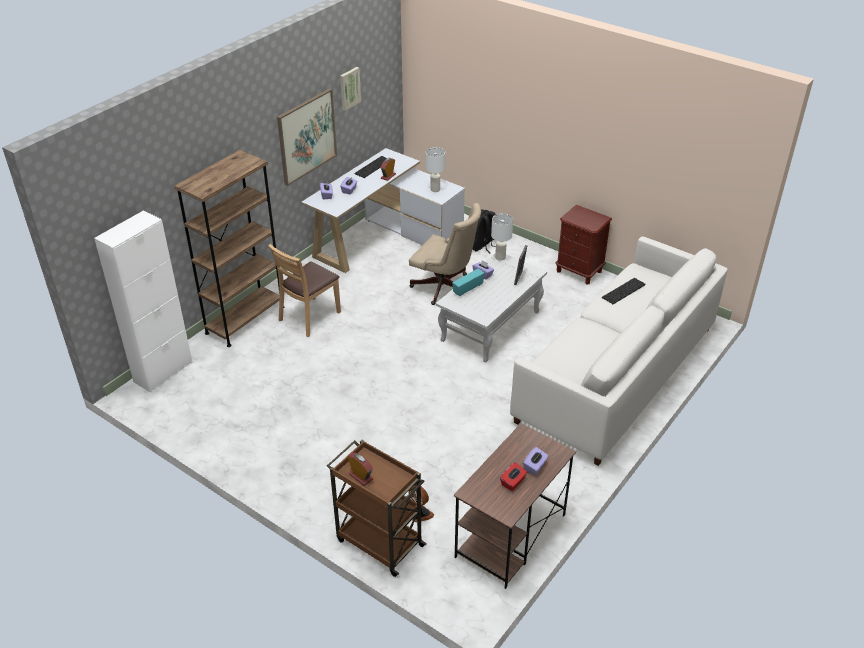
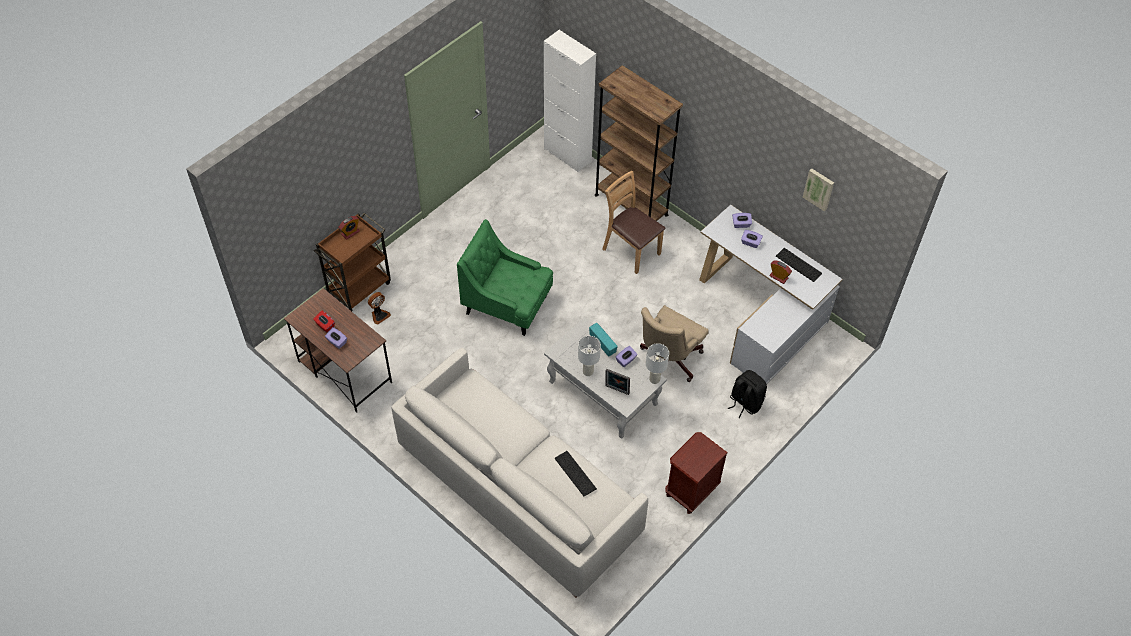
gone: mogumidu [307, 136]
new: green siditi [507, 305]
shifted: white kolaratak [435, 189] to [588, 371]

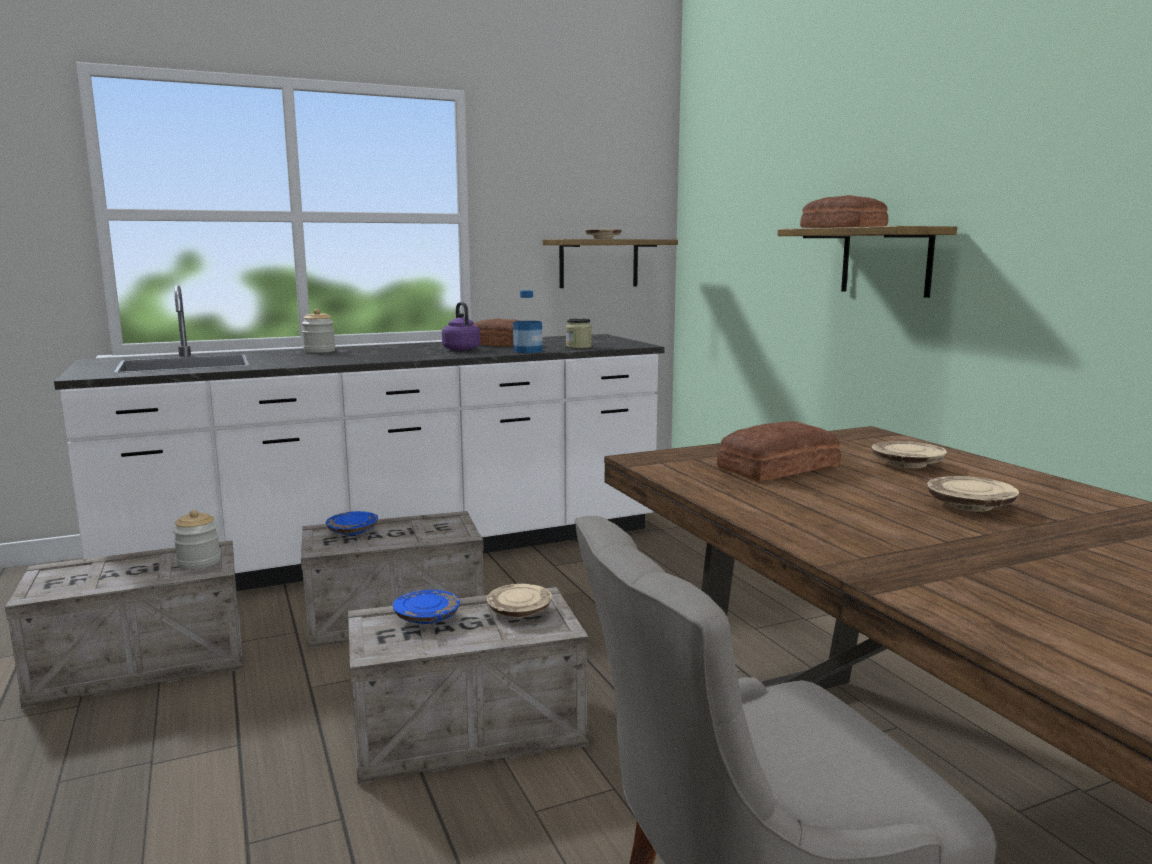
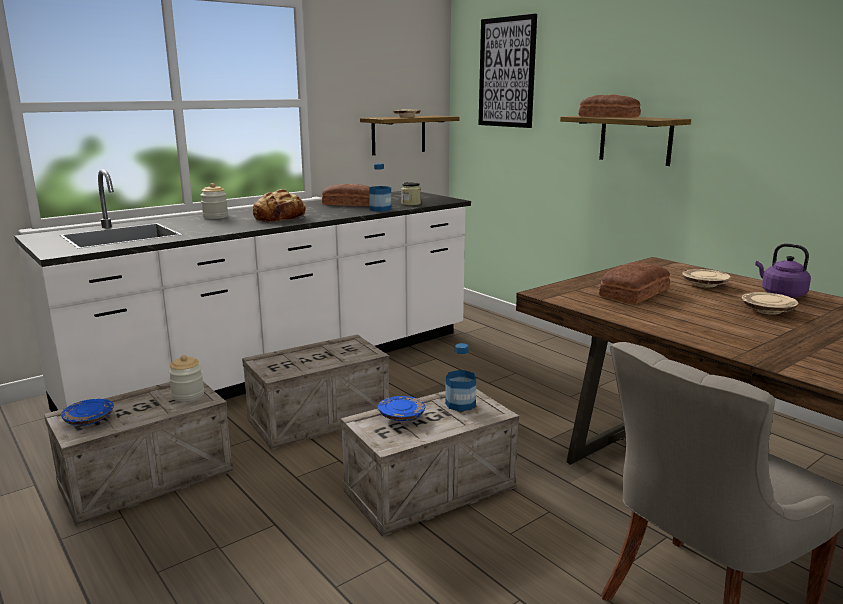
new: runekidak [280, 218]; mogumidu [507, 72]
shifted: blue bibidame [353, 531] to [89, 419]; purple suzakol [460, 349] to [780, 294]
swapped: beige bibidame [519, 611] to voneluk [460, 404]

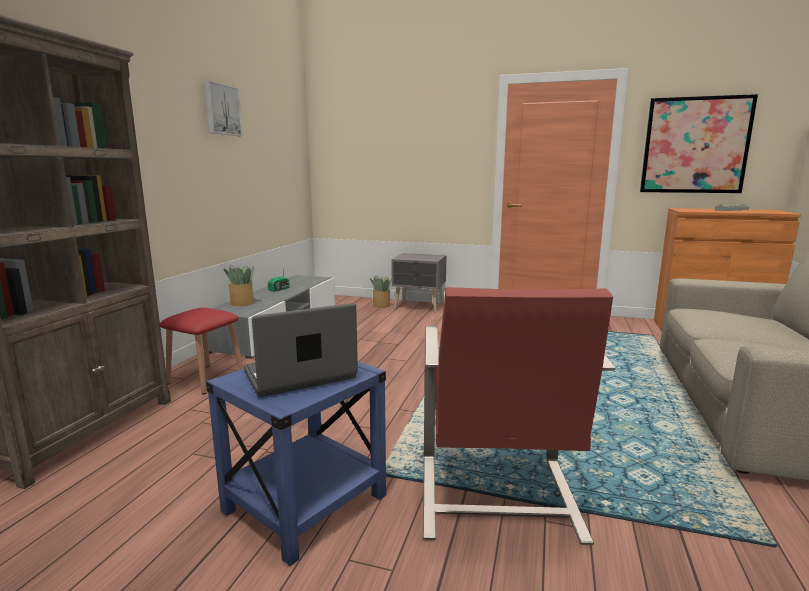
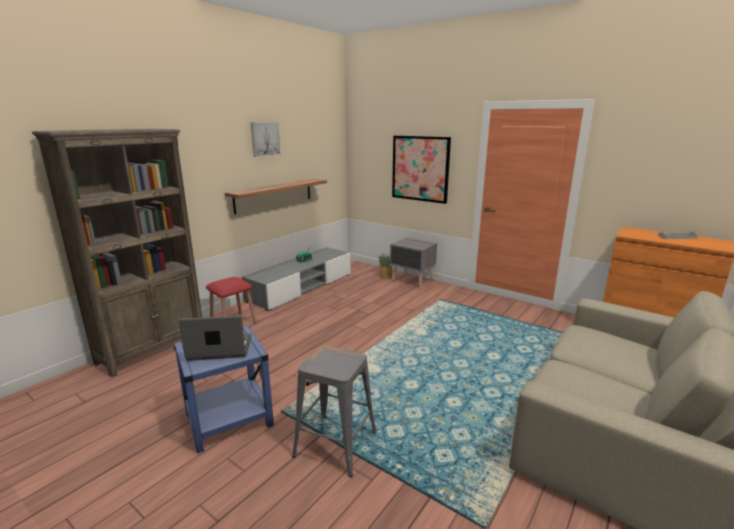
gone: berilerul [242, 303]
new: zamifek [274, 195]
shifted: mogumidu [695, 145] to [420, 168]
swapped: red siditi [497, 498] to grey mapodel [335, 444]

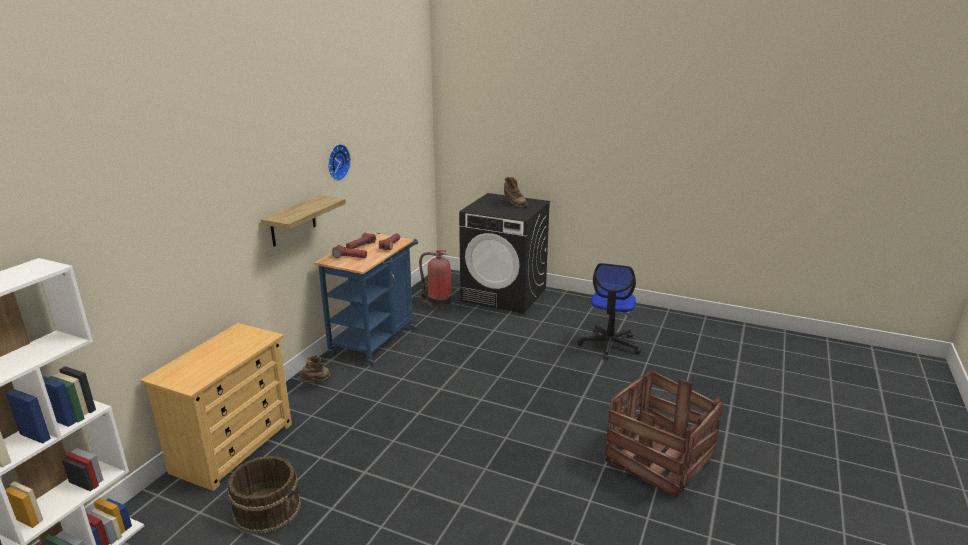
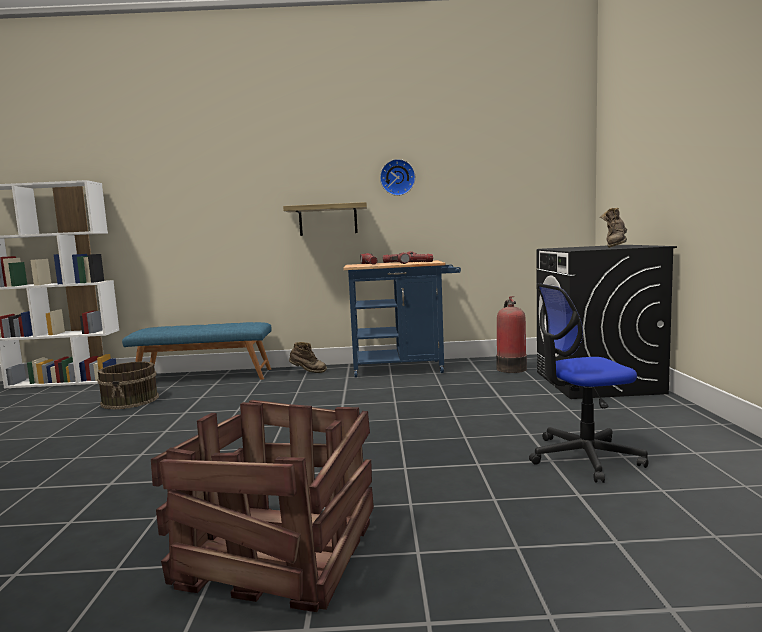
swapped: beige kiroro [234, 447] to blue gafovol [204, 377]

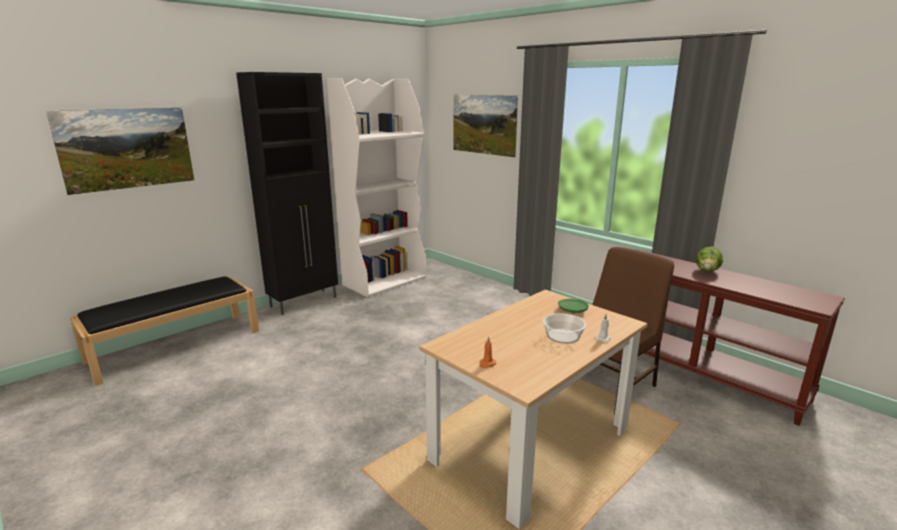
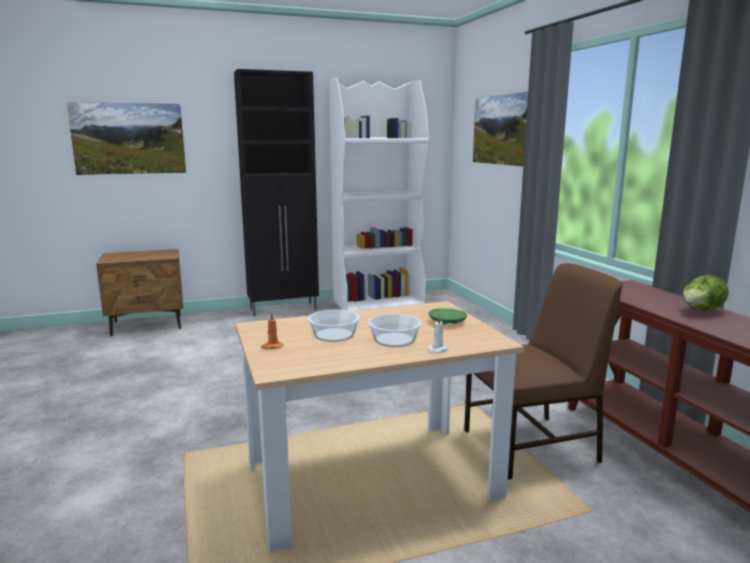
new: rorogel [334, 335]
swapped: black gafovol [176, 345] to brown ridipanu [147, 325]

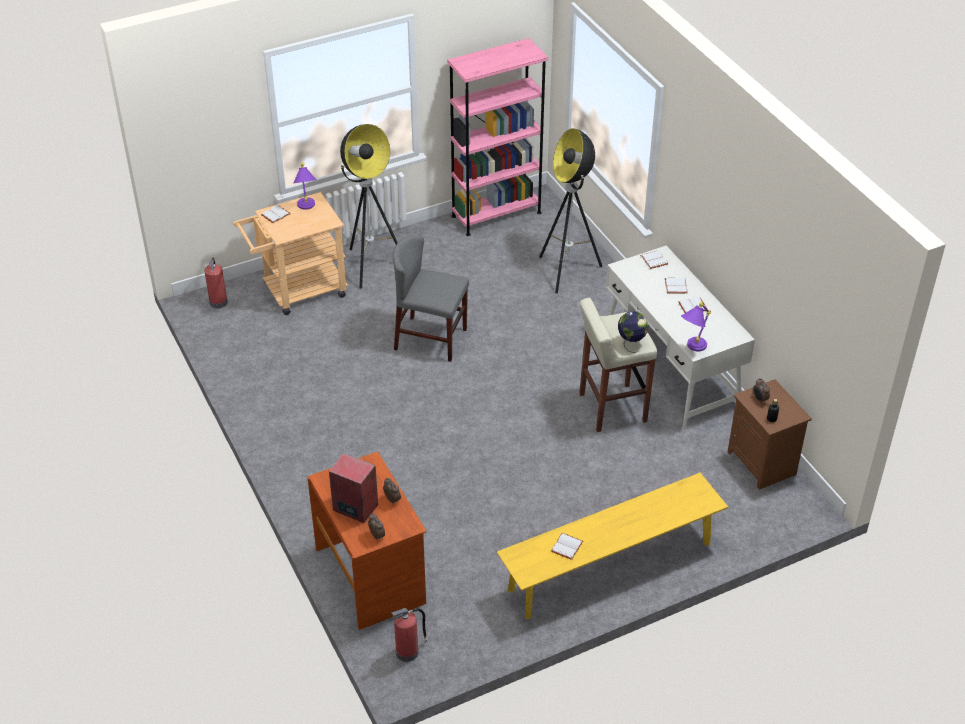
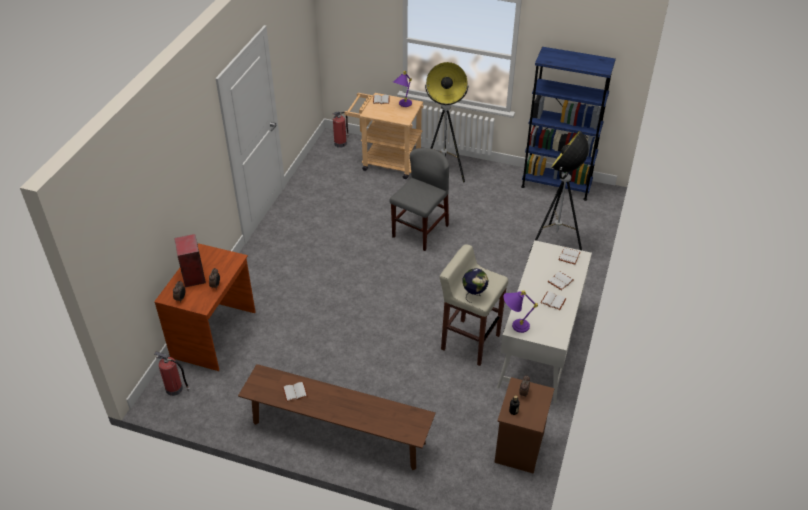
repainted: yellow gafovol [610, 566] to brown gafovol [338, 433]; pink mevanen [496, 214] to blue mevanen [556, 185]
rotated: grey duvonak [431, 339] = [420, 231] 60 degrees clockwise

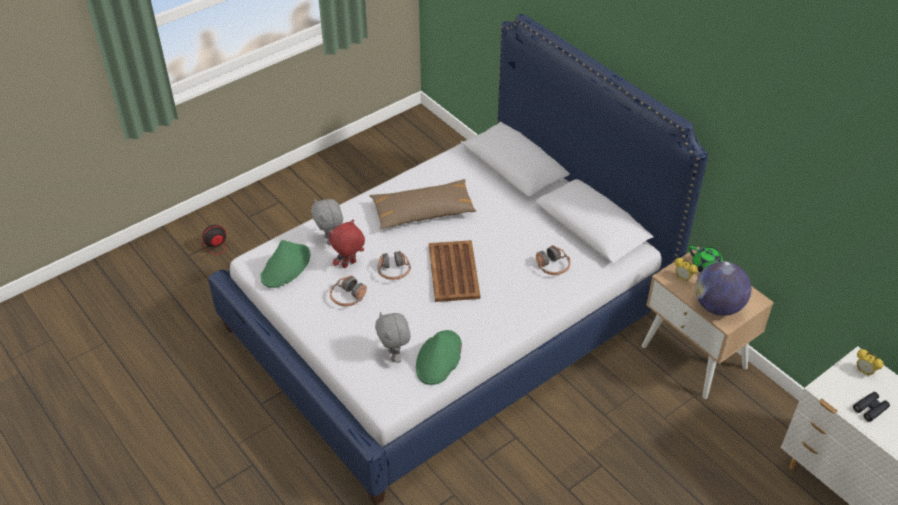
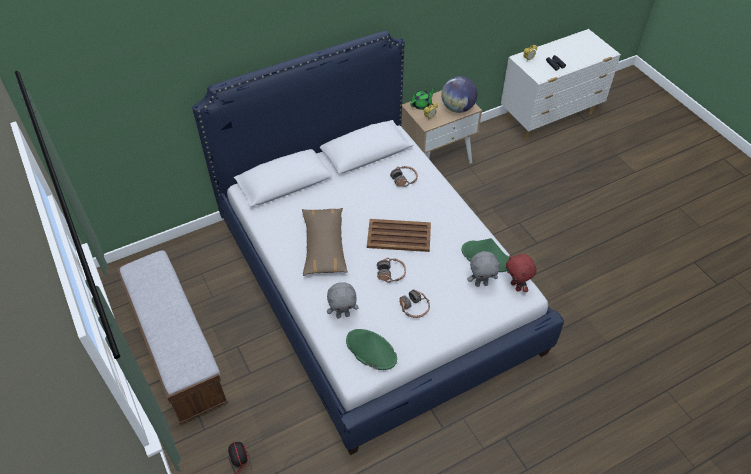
new: gafovol [178, 350]
shifted: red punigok [349, 265] to [516, 286]

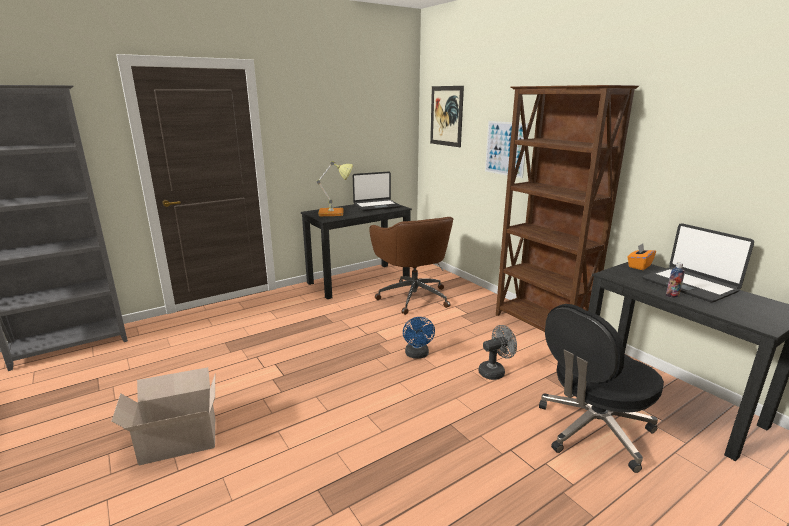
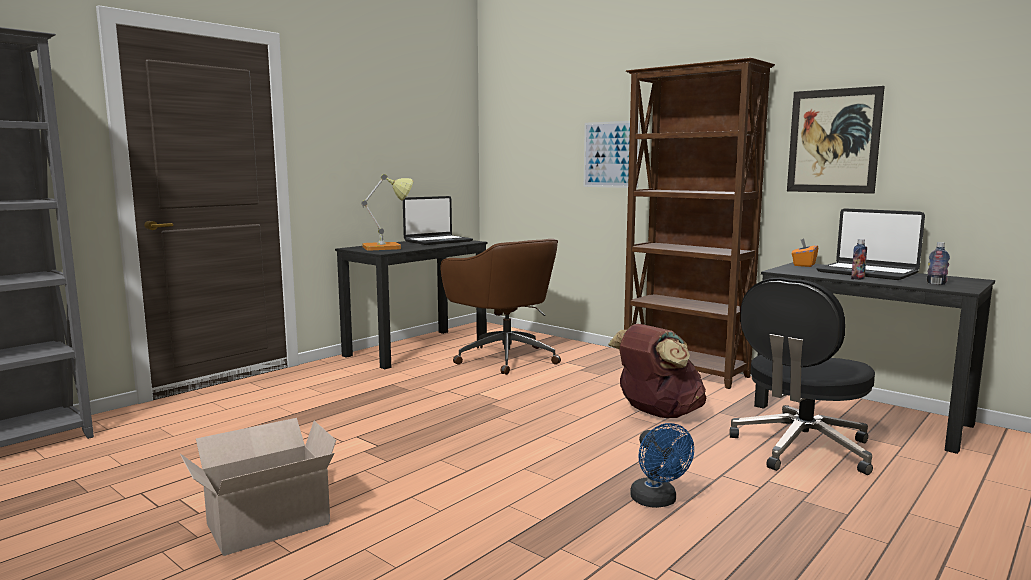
new: voneluk [936, 283]
shifted: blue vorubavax [417, 355] to [657, 501]; mogumidu [446, 116] to [833, 141]
swapped: grey vorubavax [495, 371] to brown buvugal [657, 413]

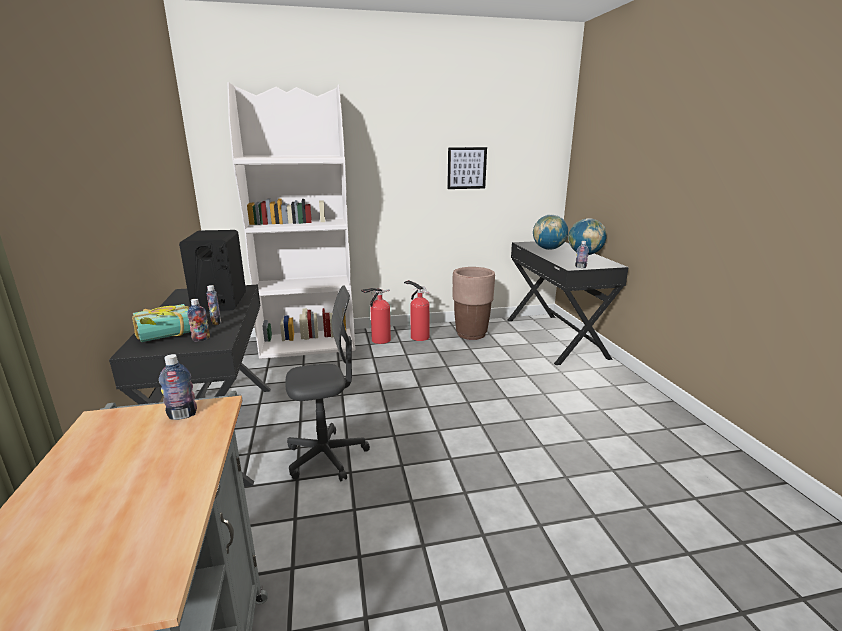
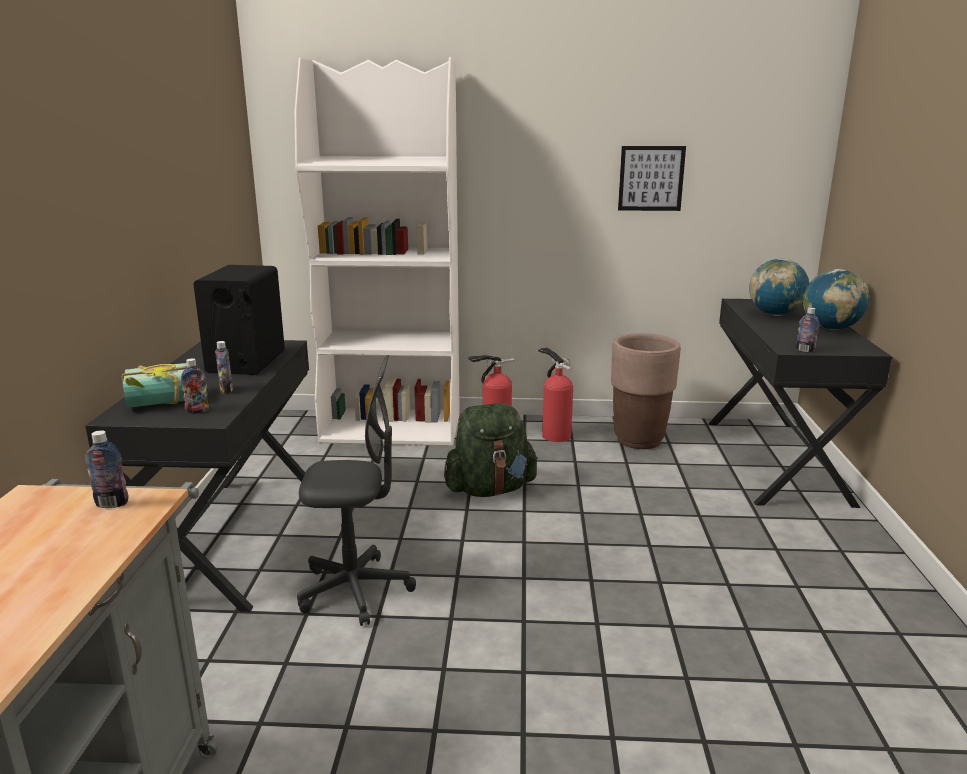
new: green buvugal [490, 489]

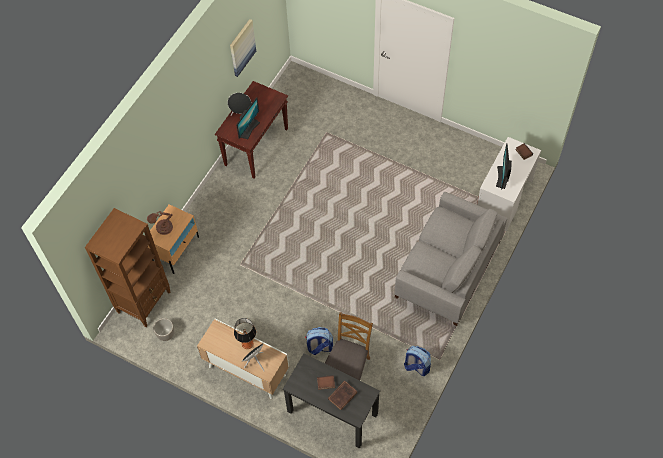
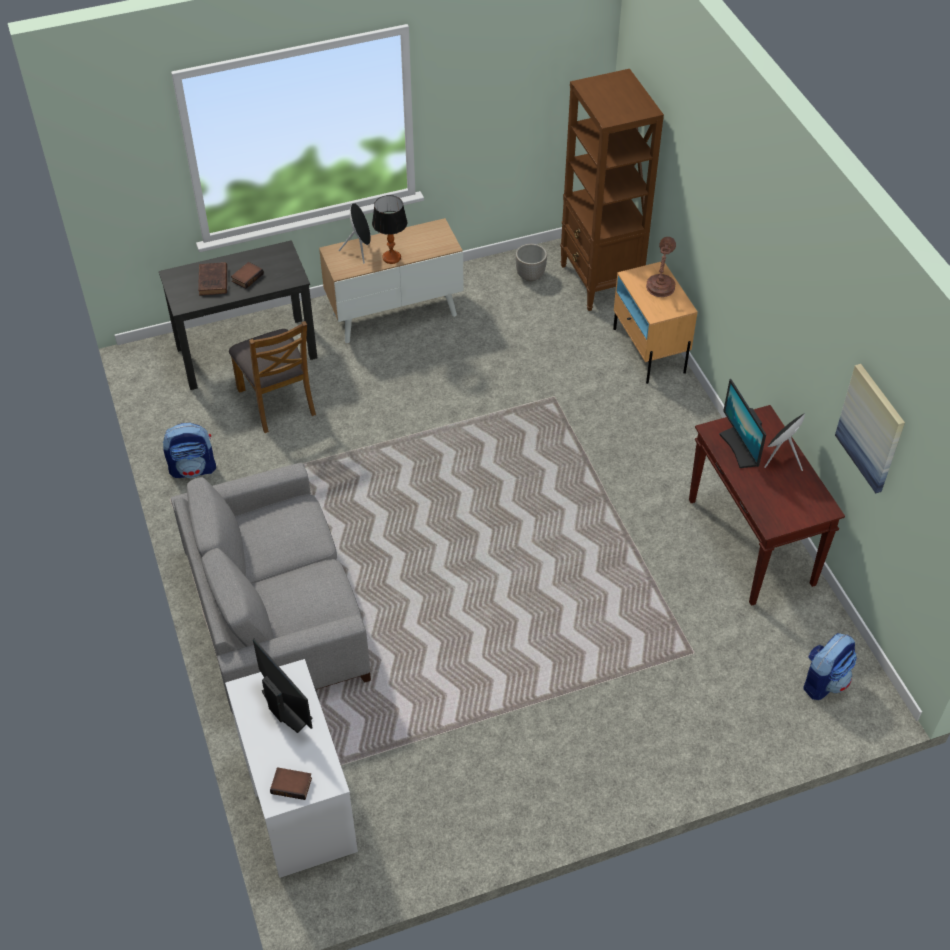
shifted: buvugal [319, 347] to [824, 681]

